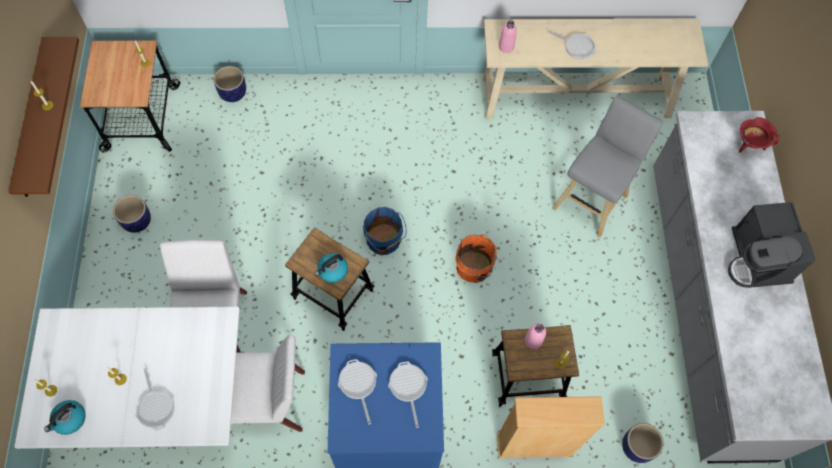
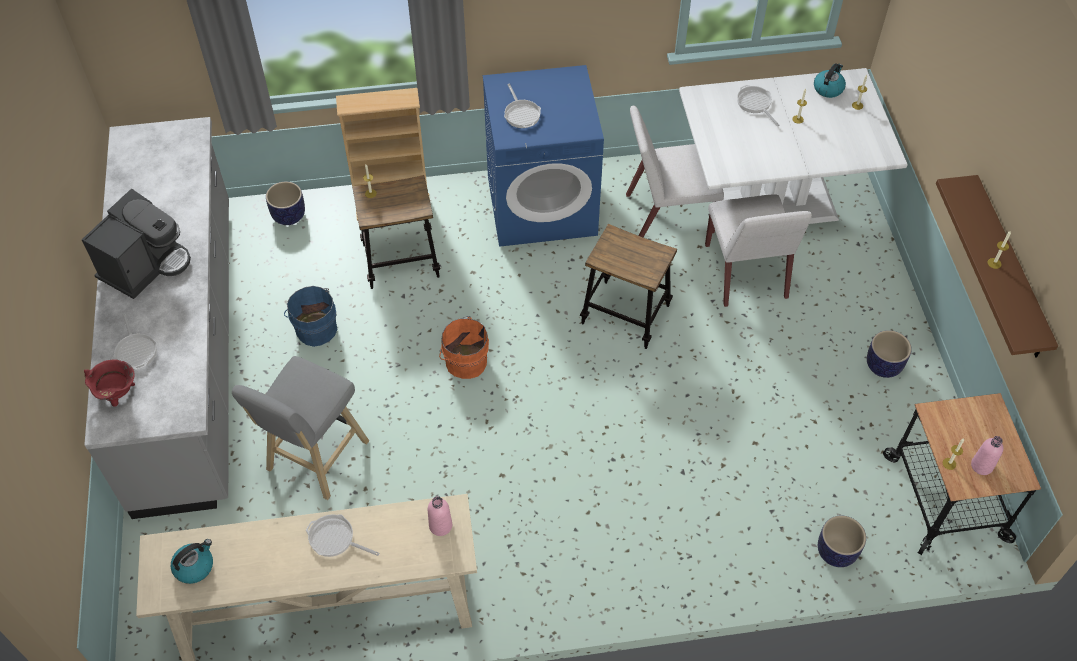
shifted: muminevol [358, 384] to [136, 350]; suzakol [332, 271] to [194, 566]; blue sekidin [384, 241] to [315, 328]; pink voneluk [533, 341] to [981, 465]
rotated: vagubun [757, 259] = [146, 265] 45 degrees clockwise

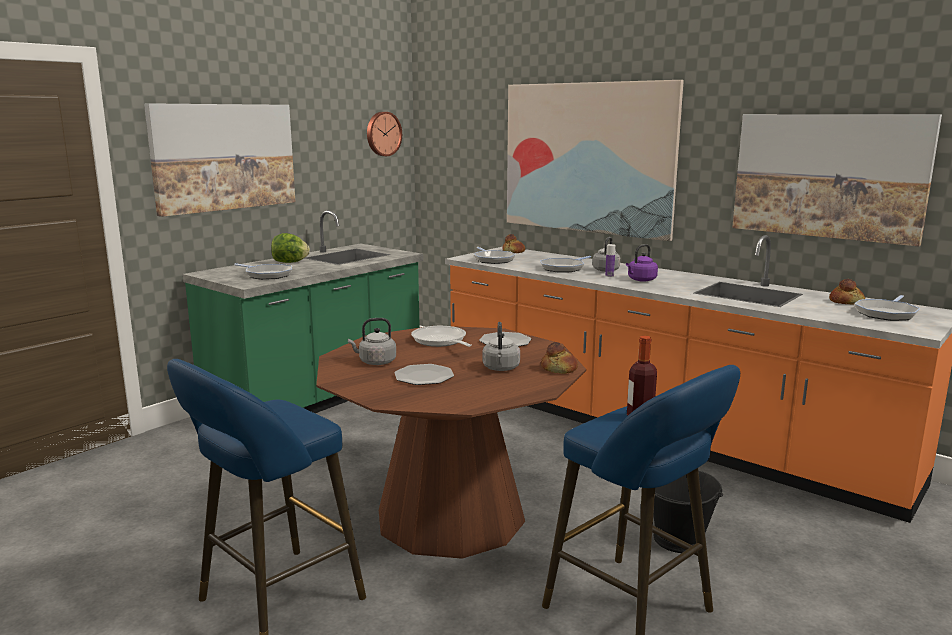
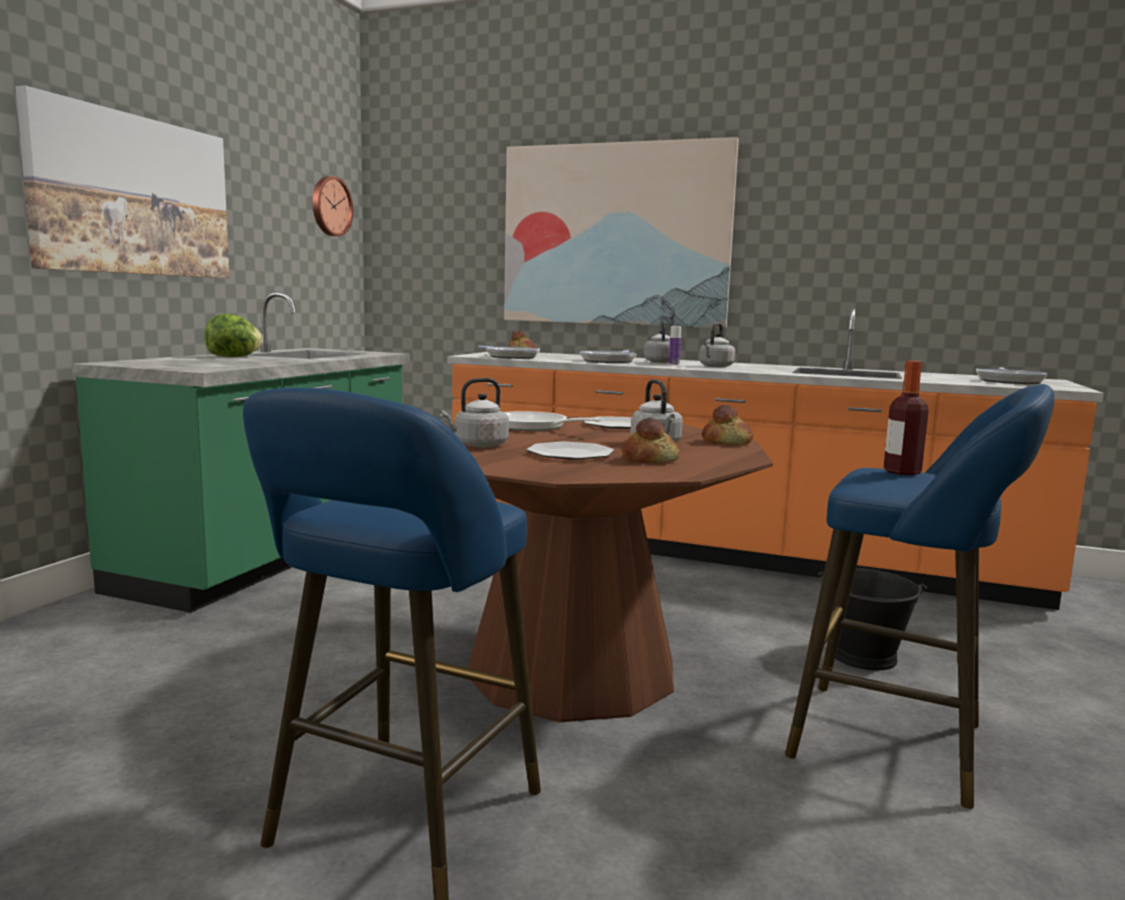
gone: muminevol [267, 275]; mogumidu [828, 176]
shifted: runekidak [846, 302] to [650, 459]
repainted: purple suzakol [640, 280] to grey suzakol [715, 366]

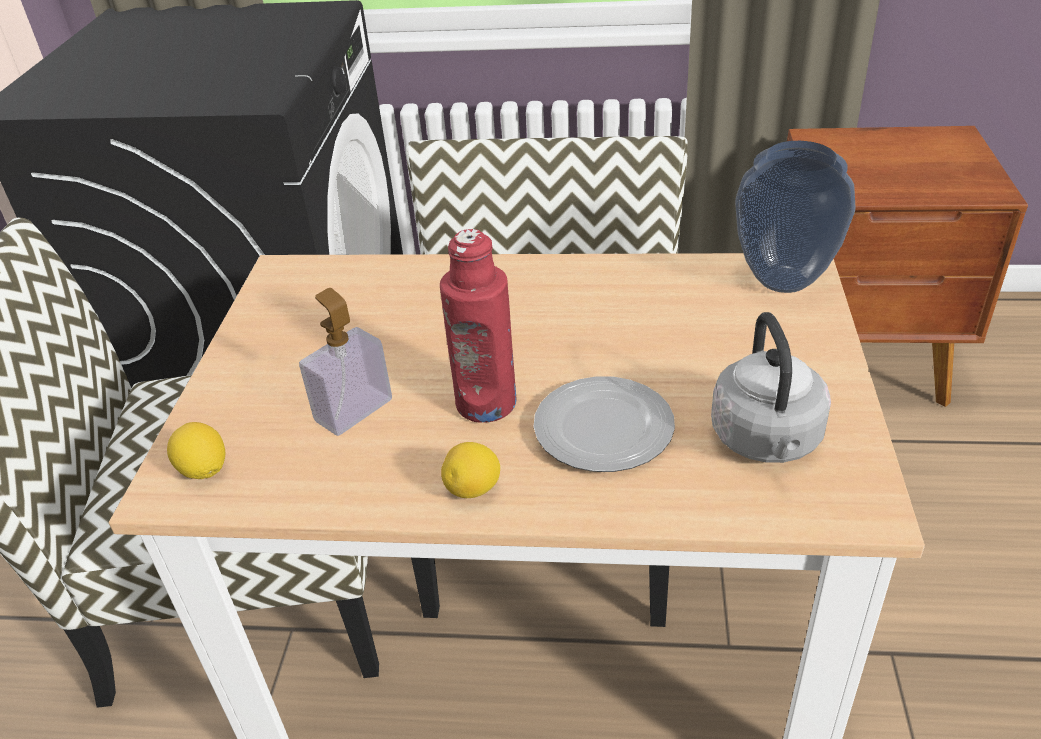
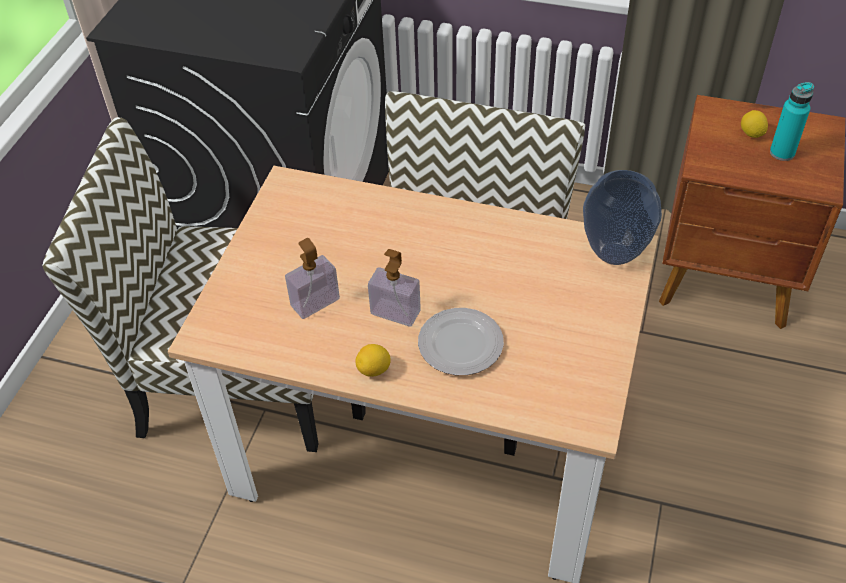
gone: grey suzakol [767, 441]
new: turquoise voneluk [782, 153]
shifted: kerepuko [204, 470] to [751, 134]
swapped: red voneluk [486, 403] to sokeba [395, 312]

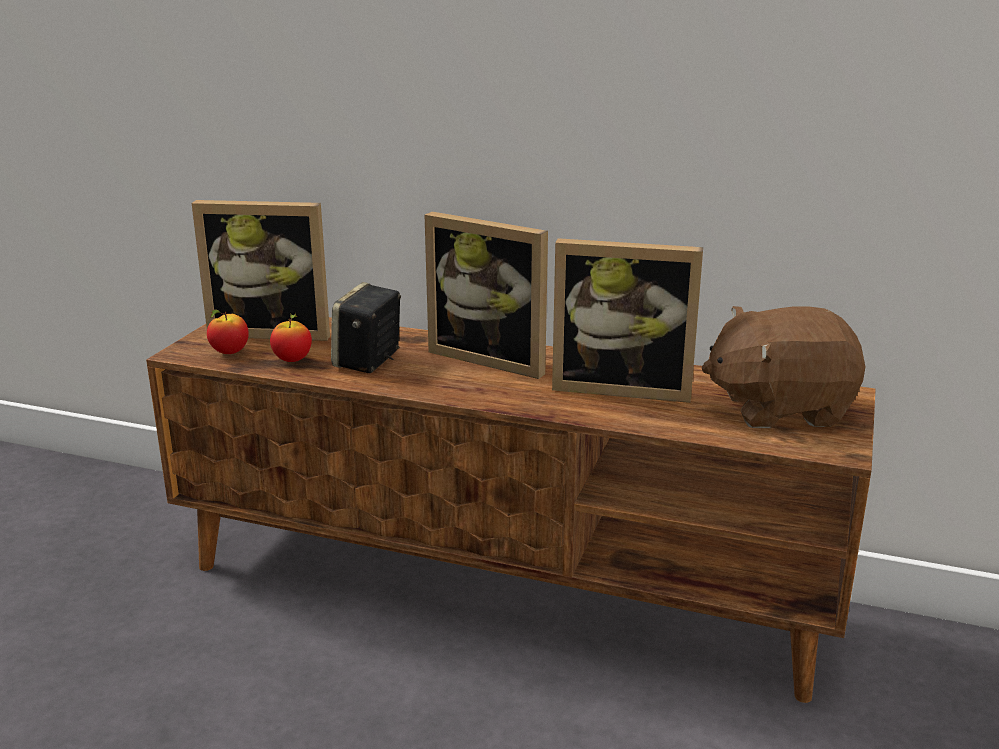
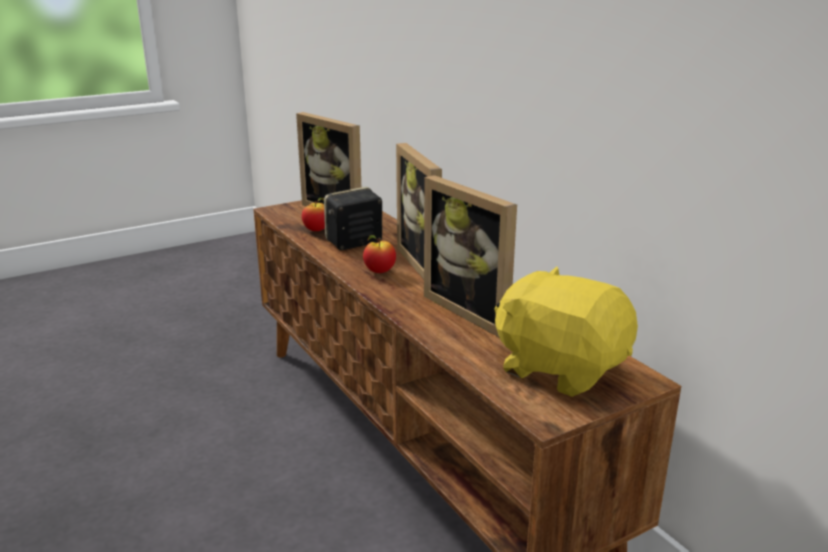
shifted: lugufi [229, 352] to [379, 271]
repainted: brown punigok [779, 408] to yellow punigok [560, 368]

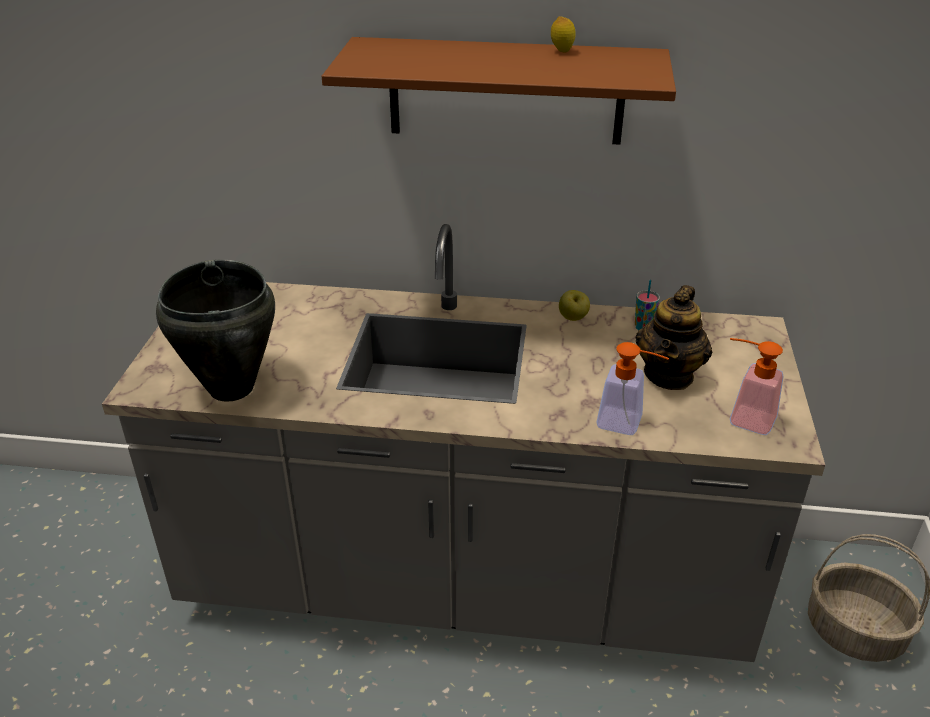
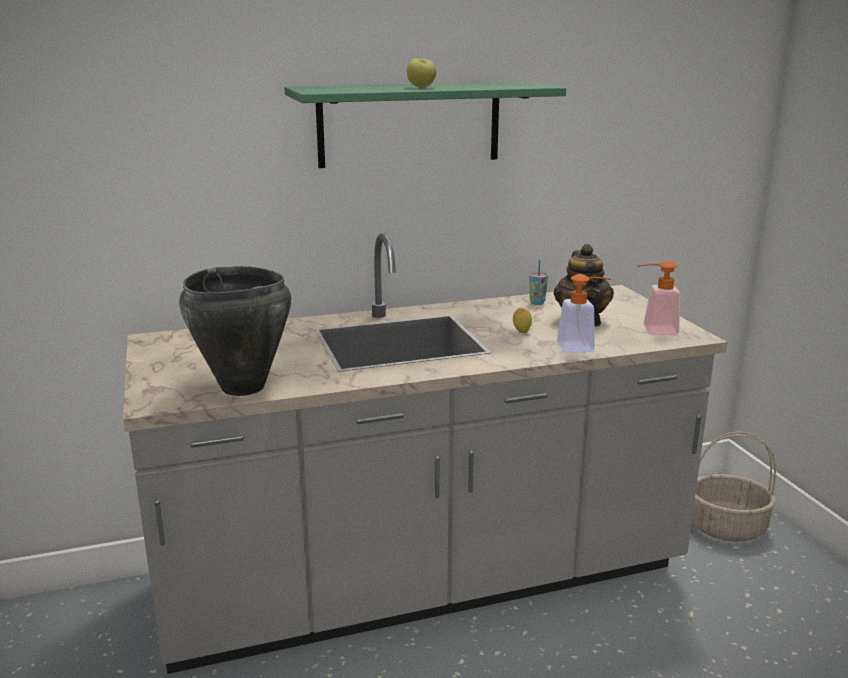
shifted: lugufi [573, 318] to [421, 87]; kerepuko [561, 51] to [521, 332]
repainted: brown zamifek [506, 91] to green zamifek [410, 124]

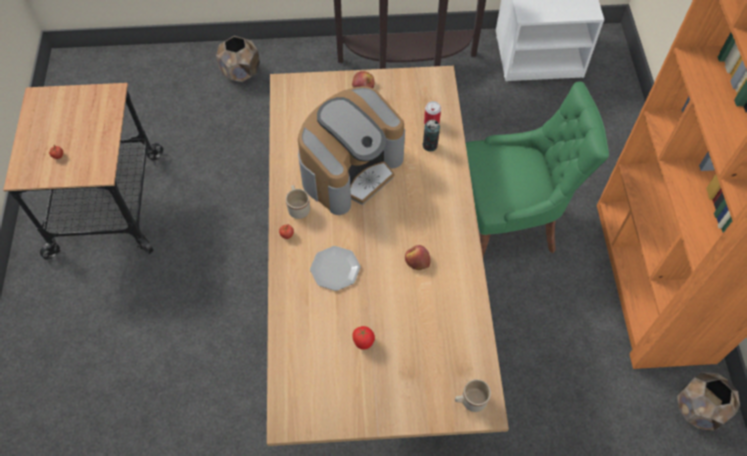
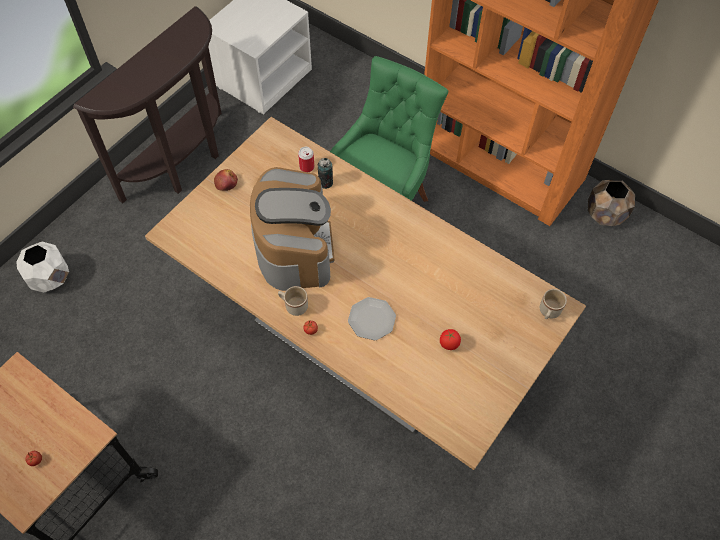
gone: lugufi [417, 260]
repainted: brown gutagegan [241, 72] to white gutagegan [51, 278]

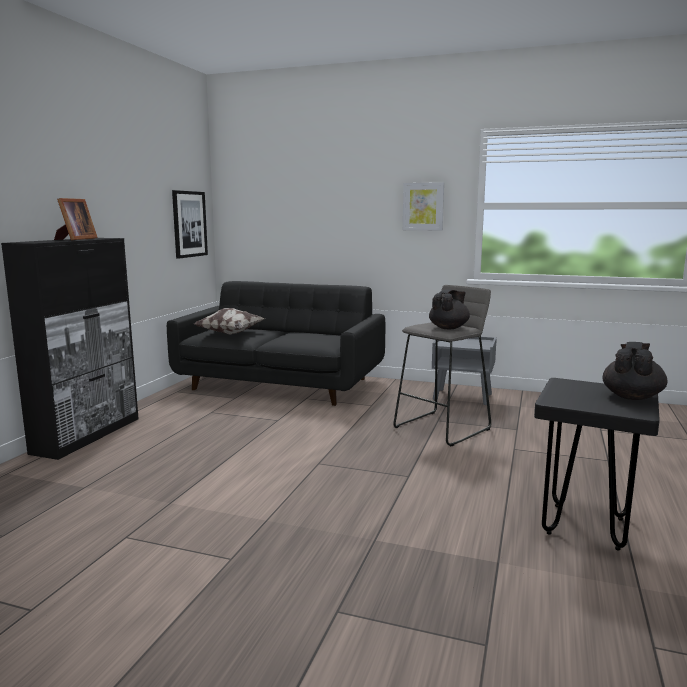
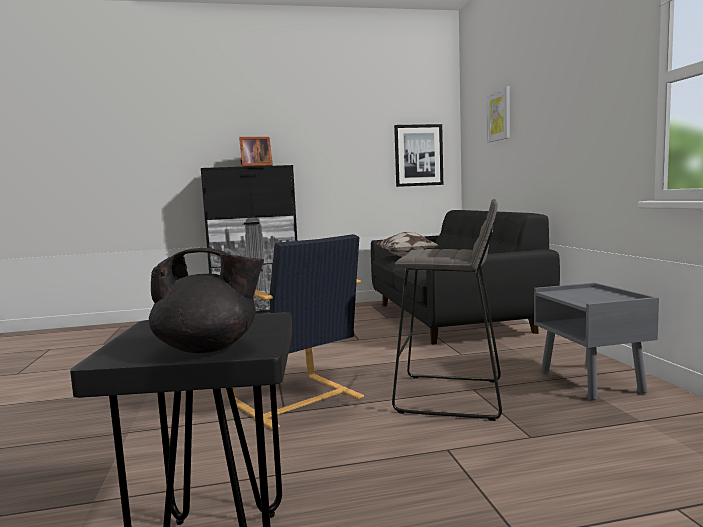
gone: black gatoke [449, 328]
new: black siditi [296, 400]
shifted: mogumidu [423, 206] to [499, 115]

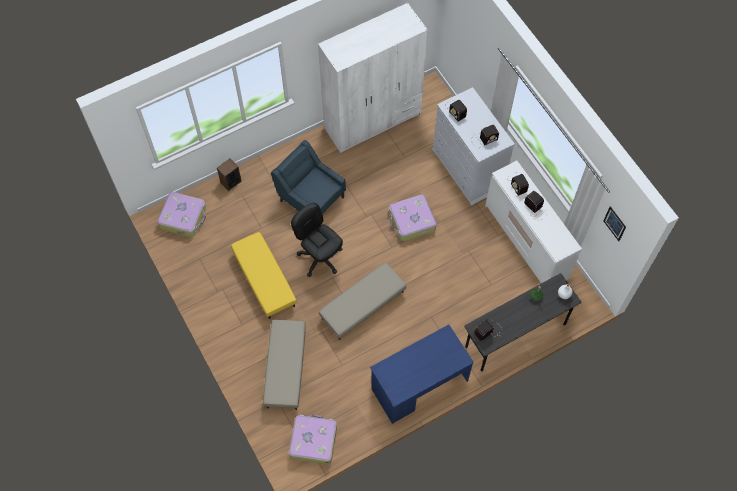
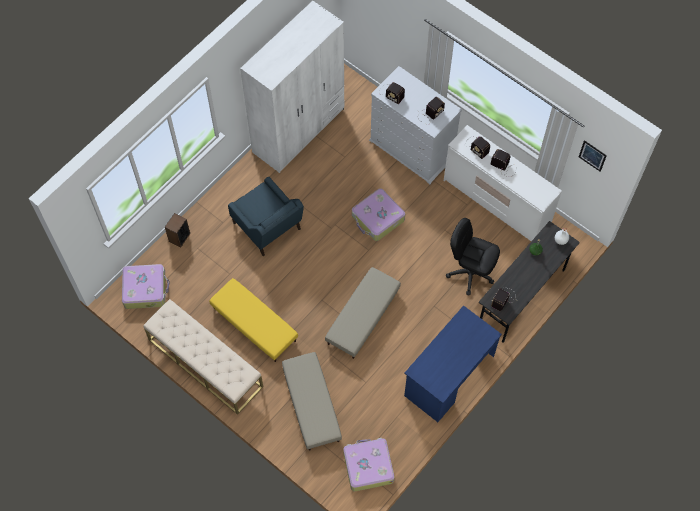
new: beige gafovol [205, 363]
shifted: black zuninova [320, 257] to [470, 272]
rotated: blue siditi [310, 198] = [268, 227] 150 degrees counterclockwise

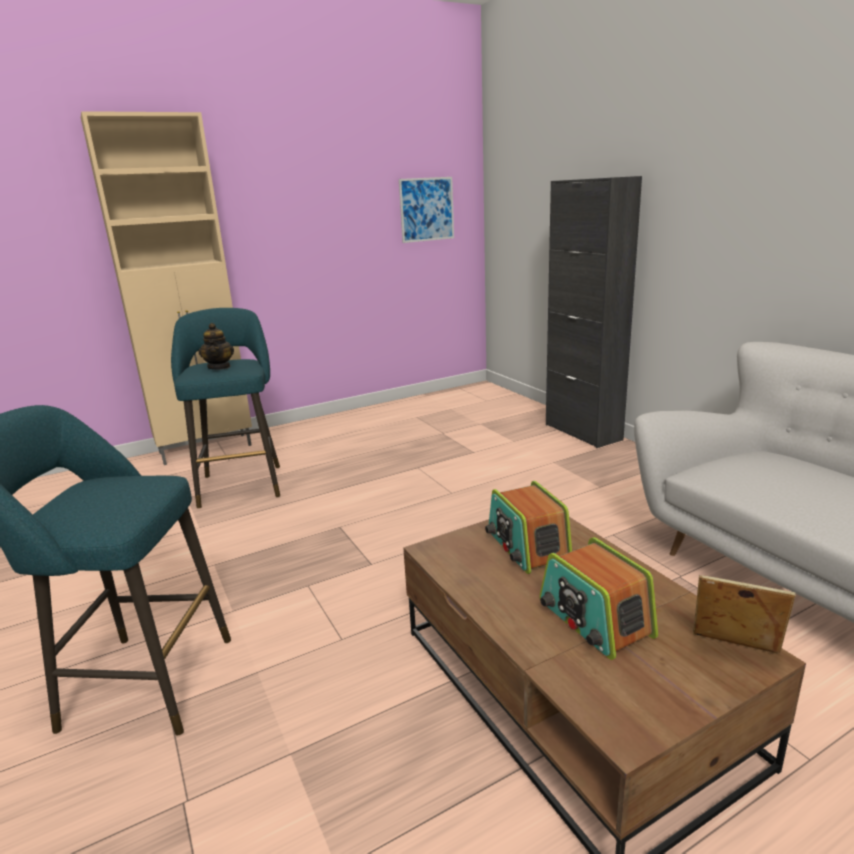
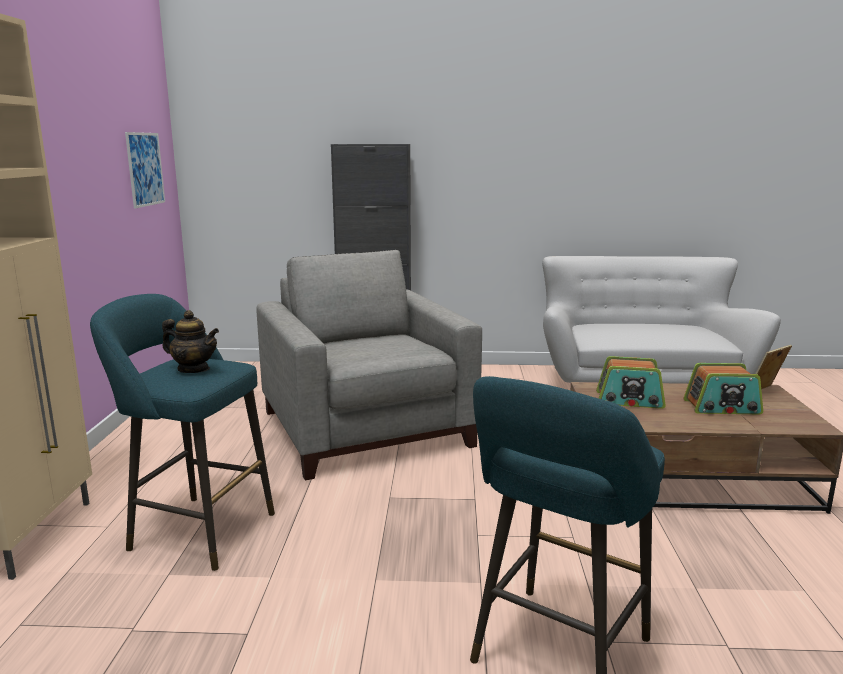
new: grey siditi [367, 429]

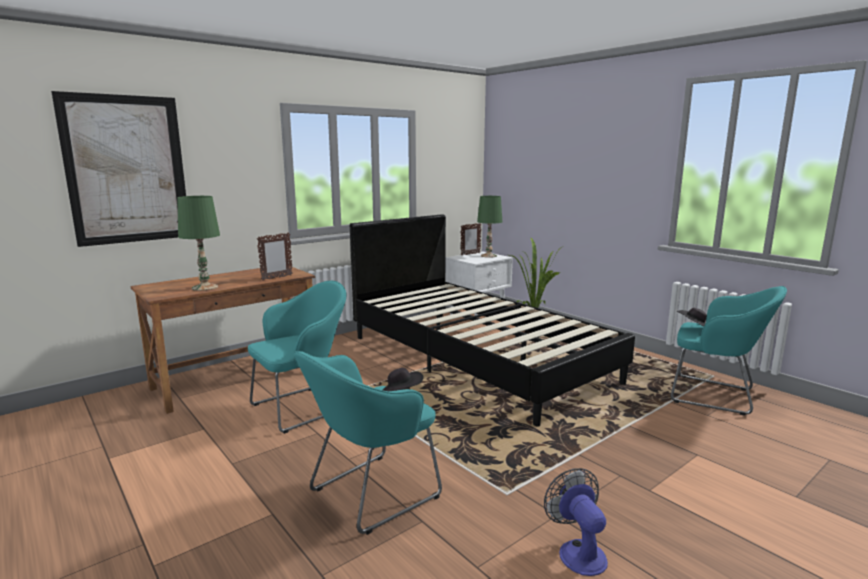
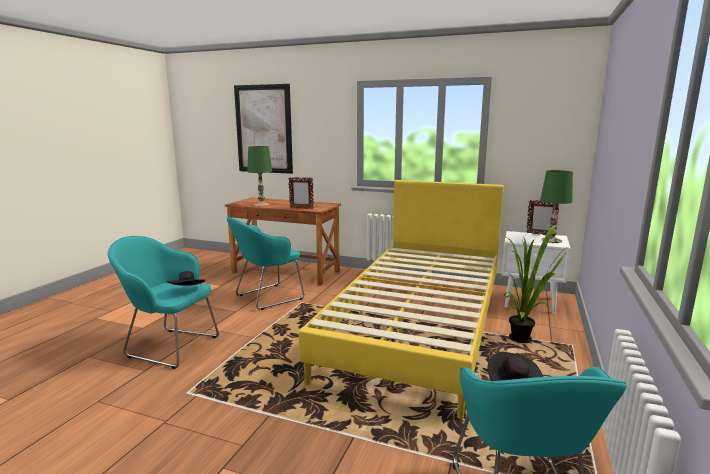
gone: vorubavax [577, 551]
repainted: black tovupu [476, 358] to yellow tovupu [419, 327]
rotated: turquoise siditi [303, 407] = [266, 297] 120 degrees clockwise

